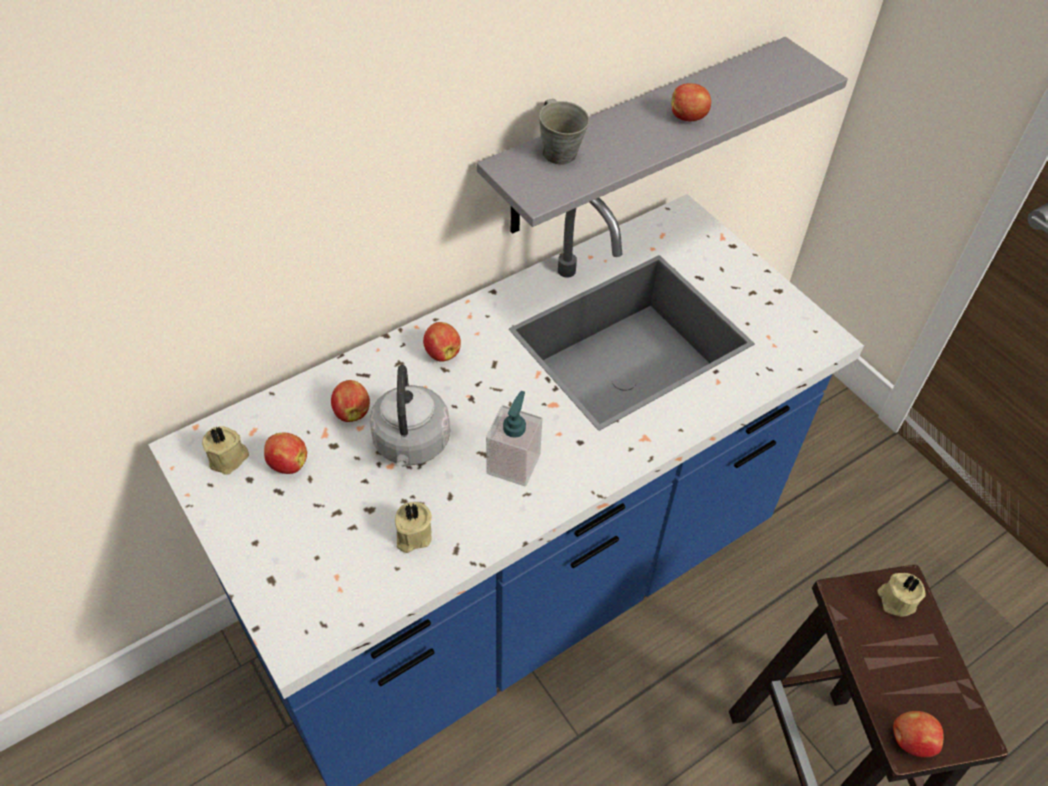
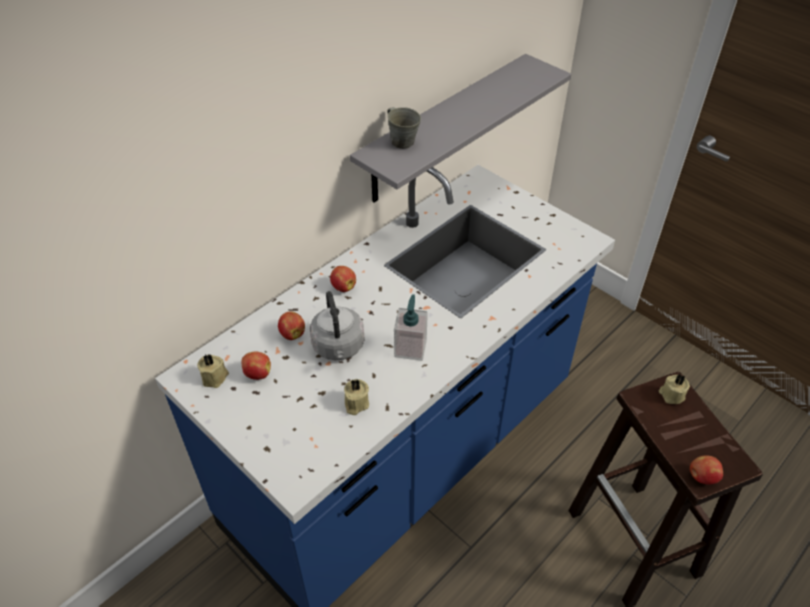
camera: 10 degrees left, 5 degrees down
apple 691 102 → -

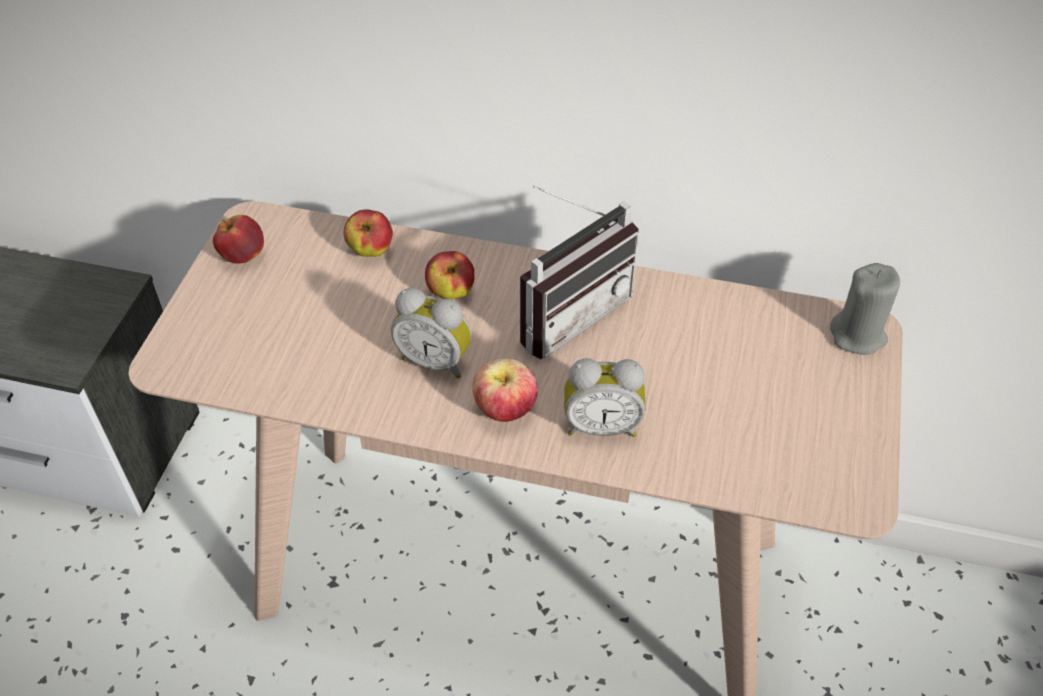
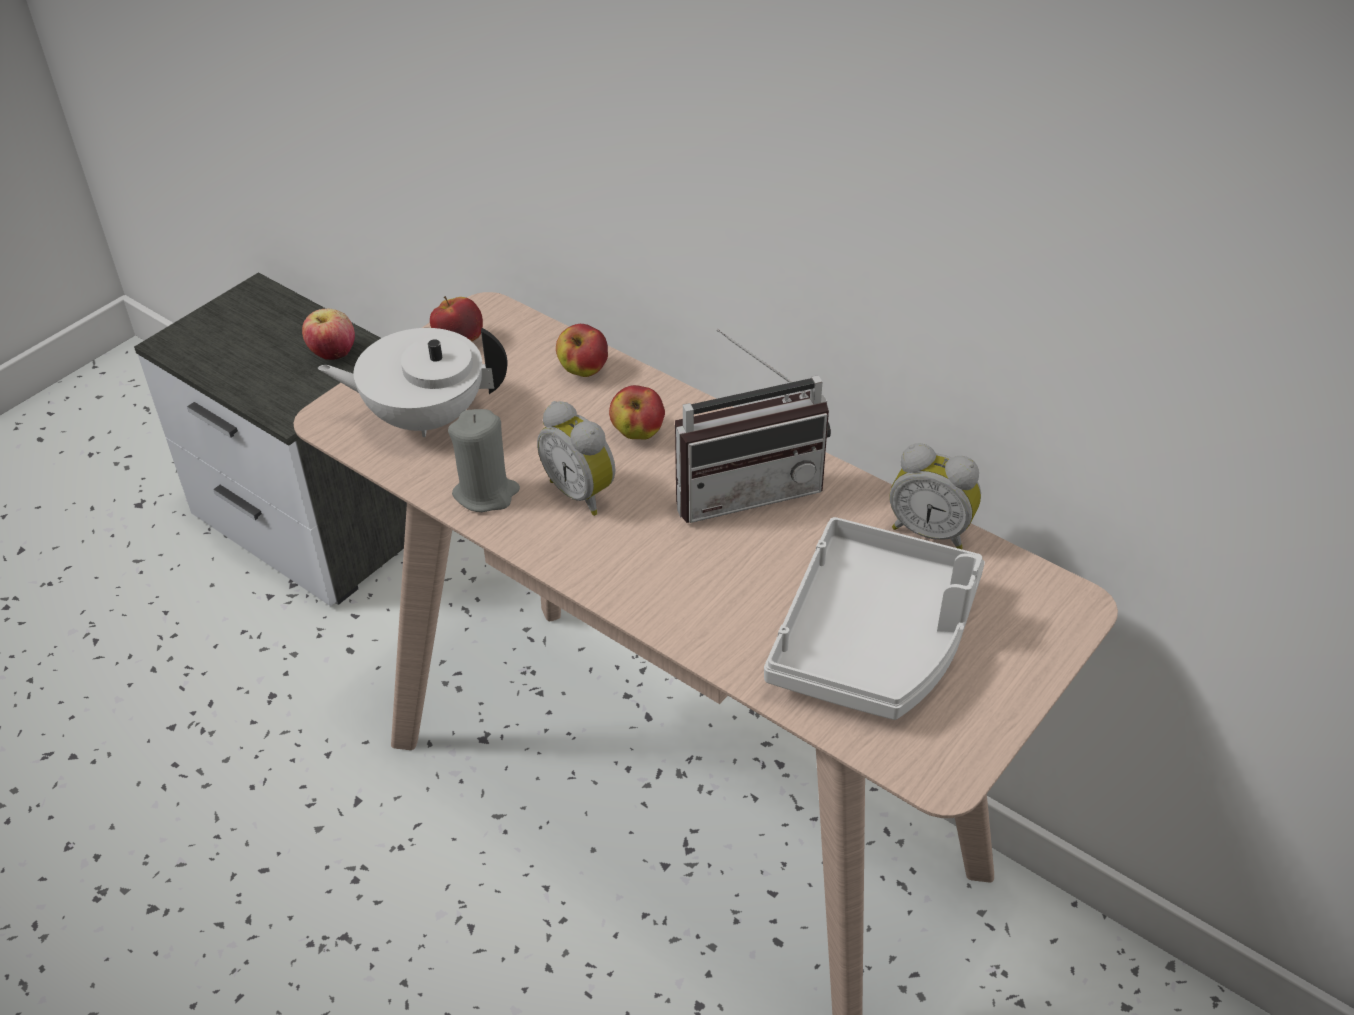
camera: 25 degrees right, 5 degrees down
- → whitish_tea_pot 413 382
- → gray_serving_tray 874 618
apple 505 390 → apple 328 334, shifted
bedside_clock 605 397 → bedside_clock 935 496, shifted
gray_wax_light 865 309 → gray_wax_light 484 460, shifted

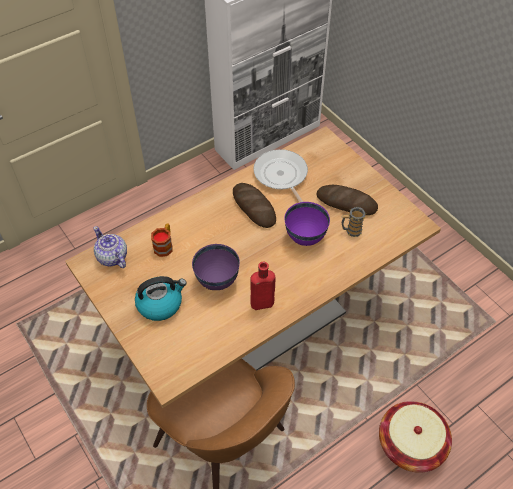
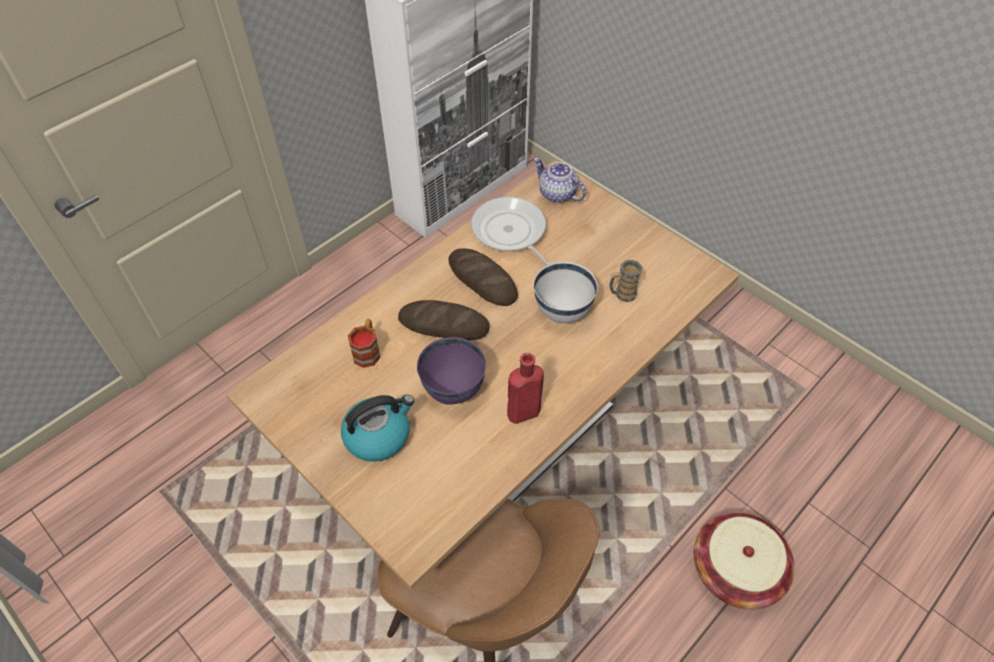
camera: 10 degrees left, 0 degrees up
tea_pot 110 247 → tea_pot 560 180, shifted
bread 347 200 → bread 444 320, shifted
purplish_serving_bowl 307 224 → whitish_serving_bowl 565 292

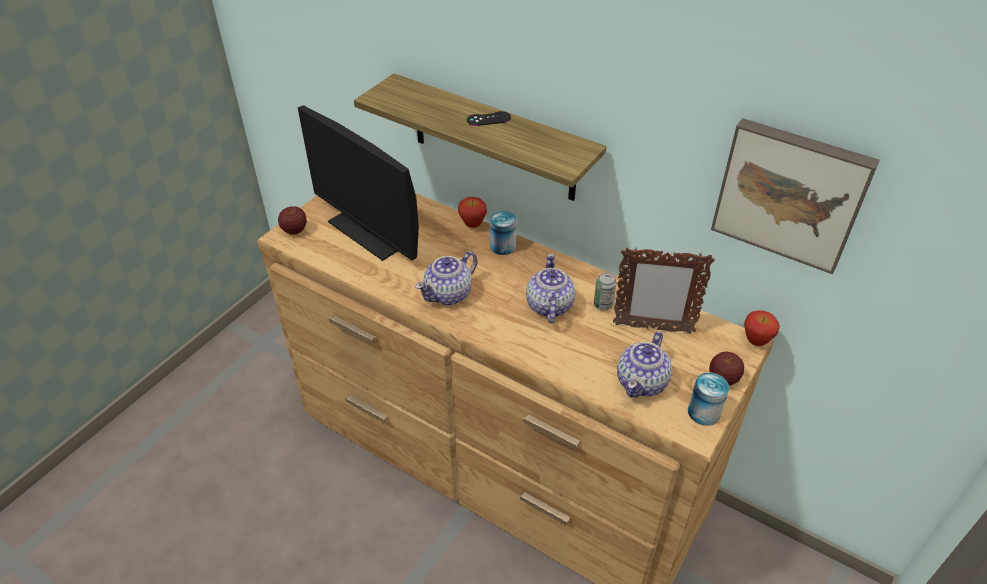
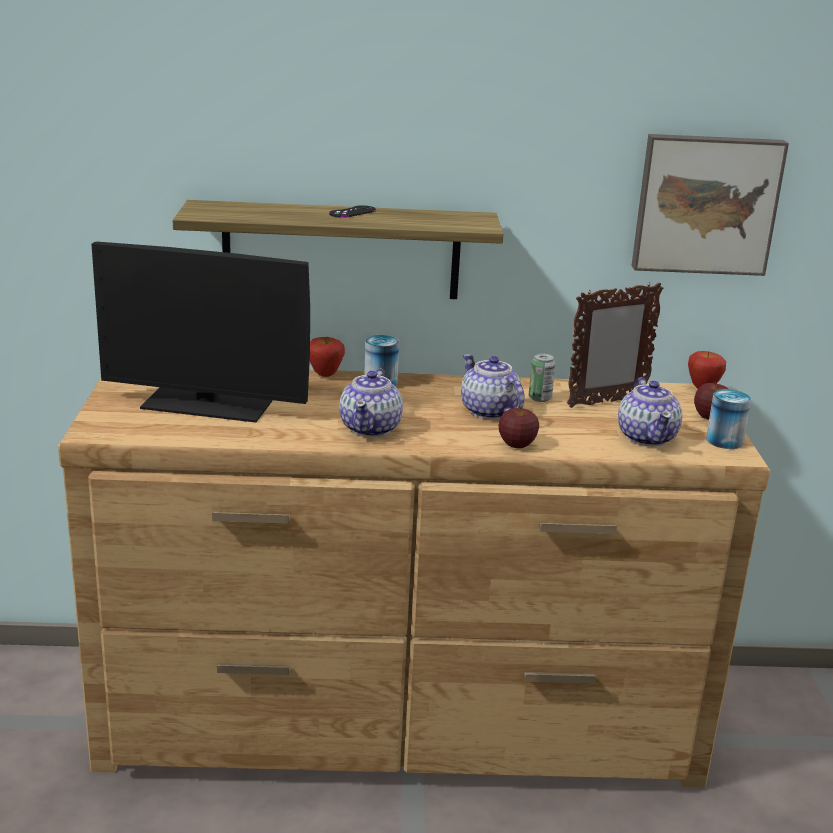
camera: 35 degrees left, 20 degrees down
apple 292 220 → apple 519 427, shifted

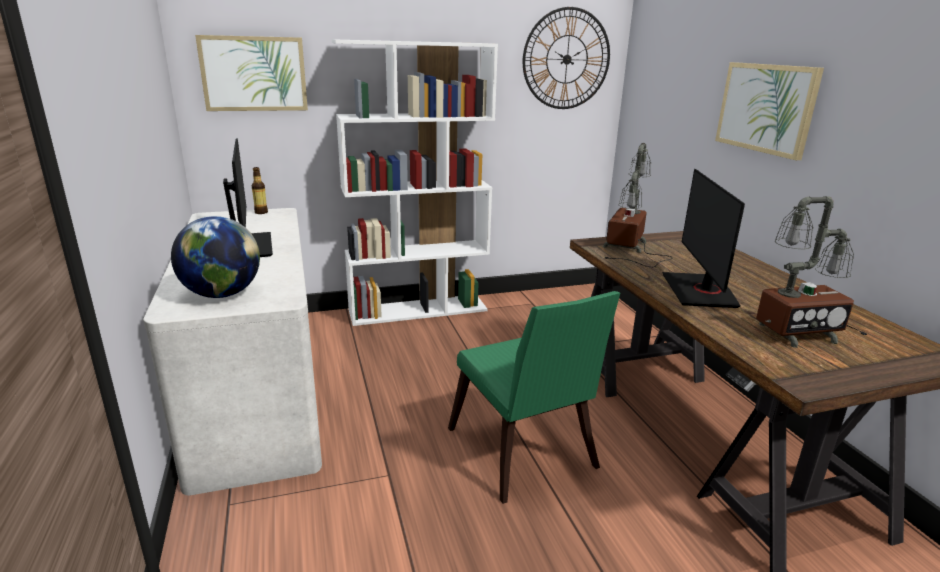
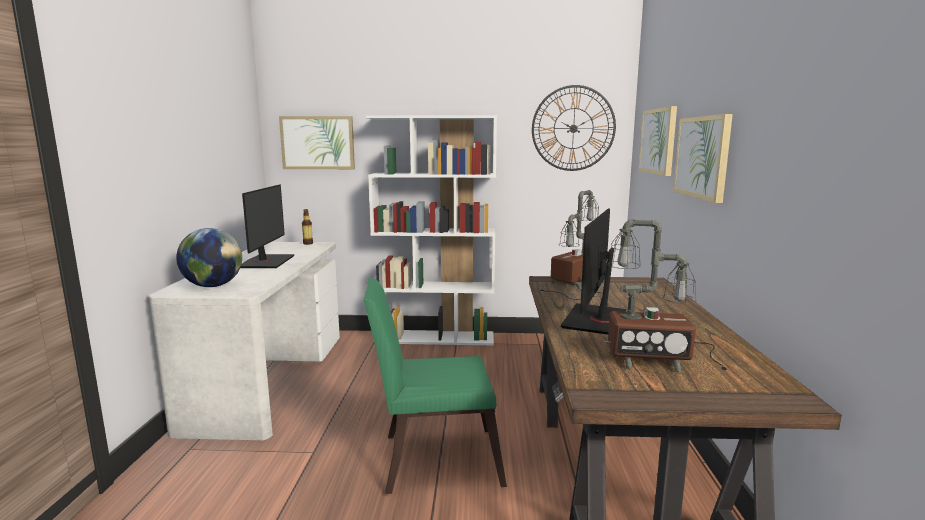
camera: 20 degrees right, 10 degrees down
- → wall_art 657 141
greenish_chair 534 397 → greenish_chair 435 386, 90 degrees clockwise

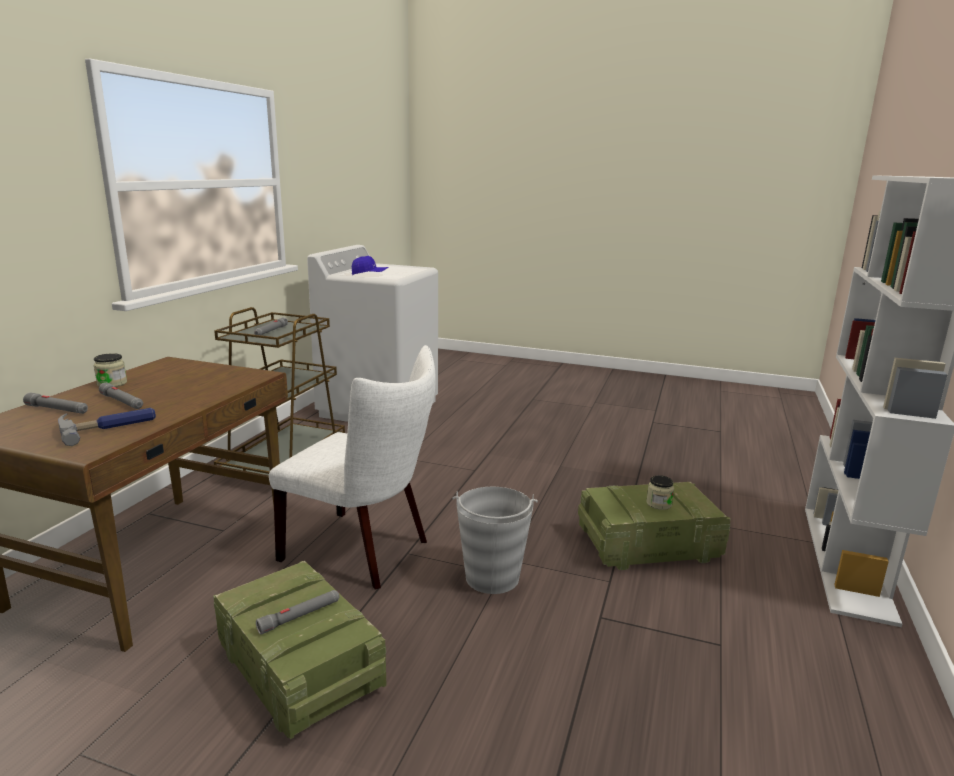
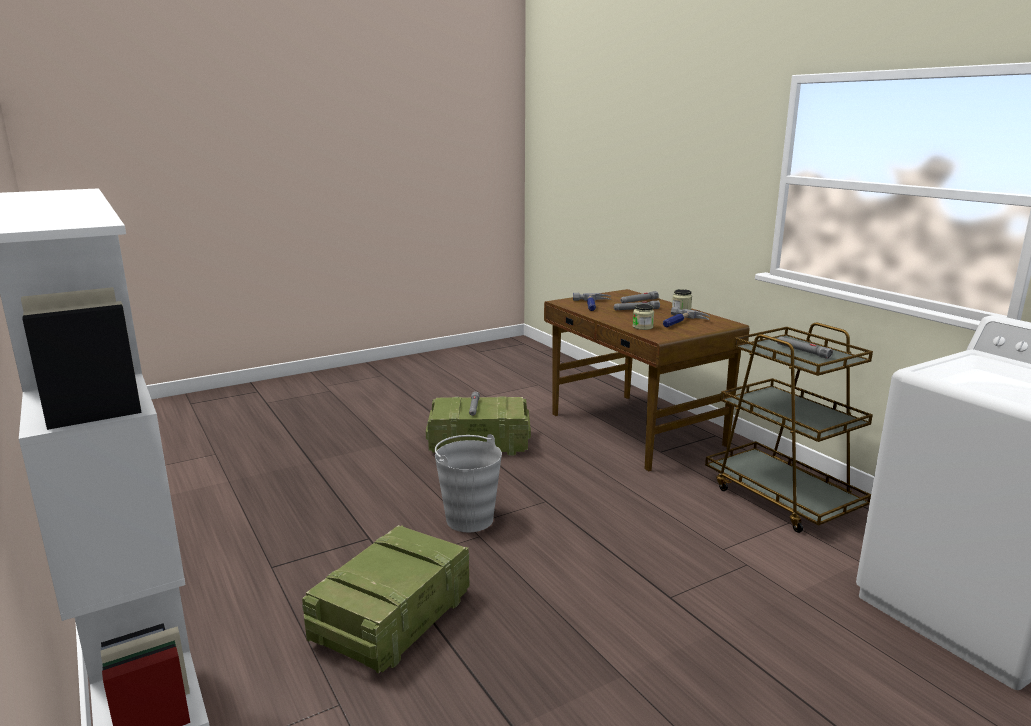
camera: 130 degrees right, 0 degrees up
whitish_chair 352 467 → -
blue_baseball_cap 370 265 → -
- → tool_hammer 686 317
preserve_jar 660 492 → preserve_jar 643 317, shifted

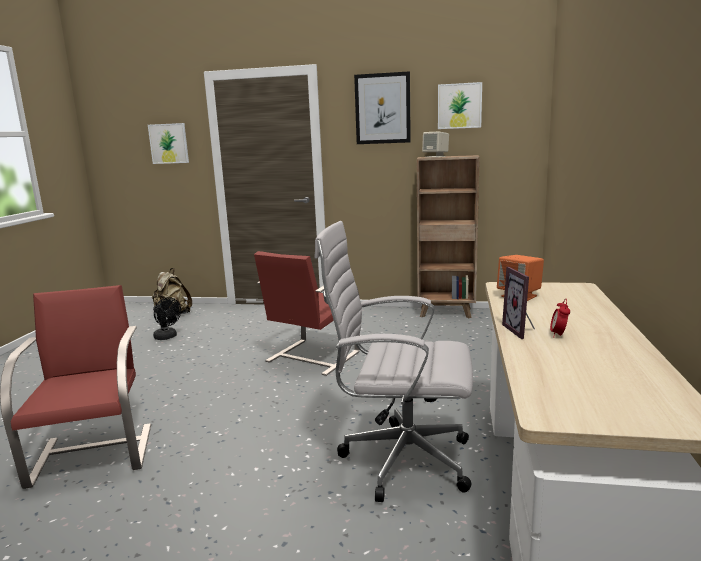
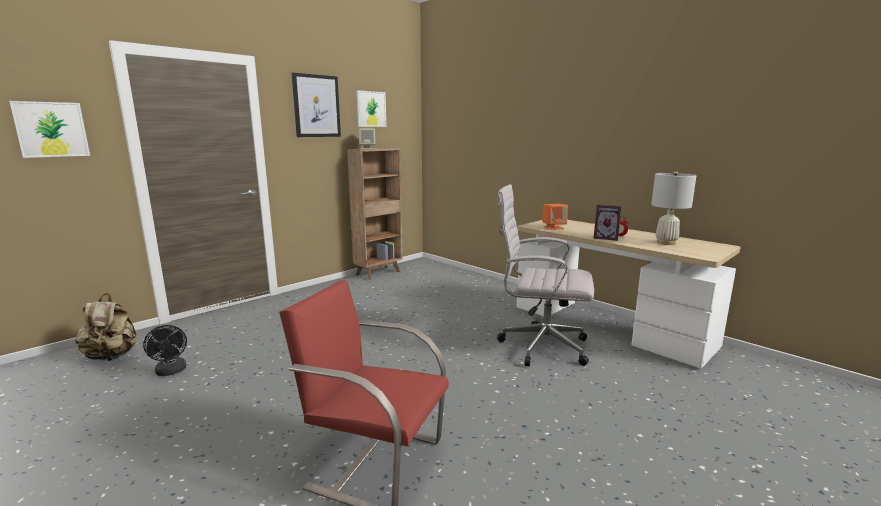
camera: 55 degrees left, 0 degrees up
red_chair 307 313 → -
- → whitish_lamp_for_a_table 674 208
black-coloured_electric_fan 167 318 → black-coloured_electric_fan 165 350, 75 degrees clockwise
whitish_desk_chair 393 361 → whitish_desk_chair 545 275, 60 degrees clockwise

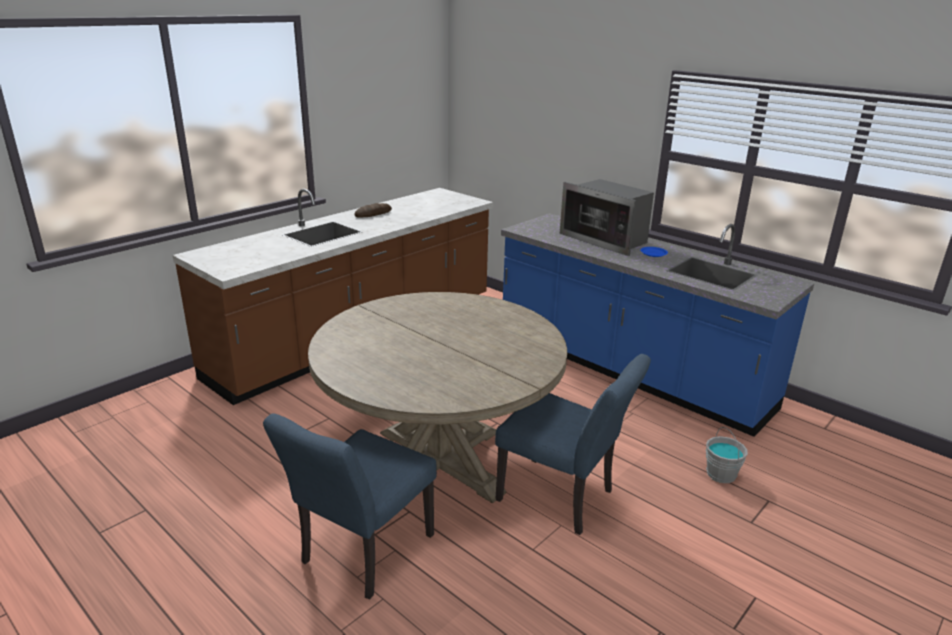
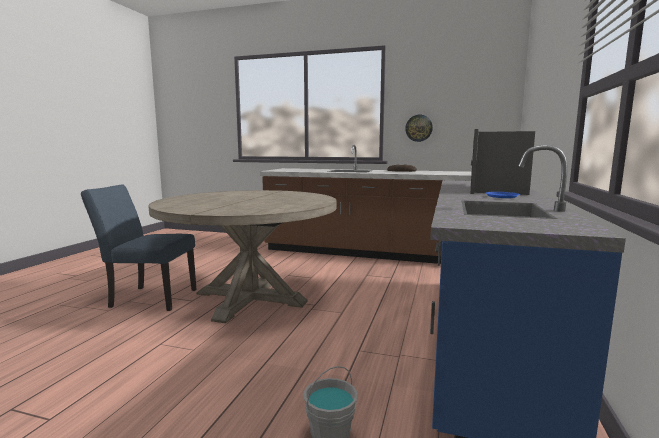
camera: 65 degrees right, 15 degrees down
blue_chair 573 444 → -
- → wall_clock 419 128

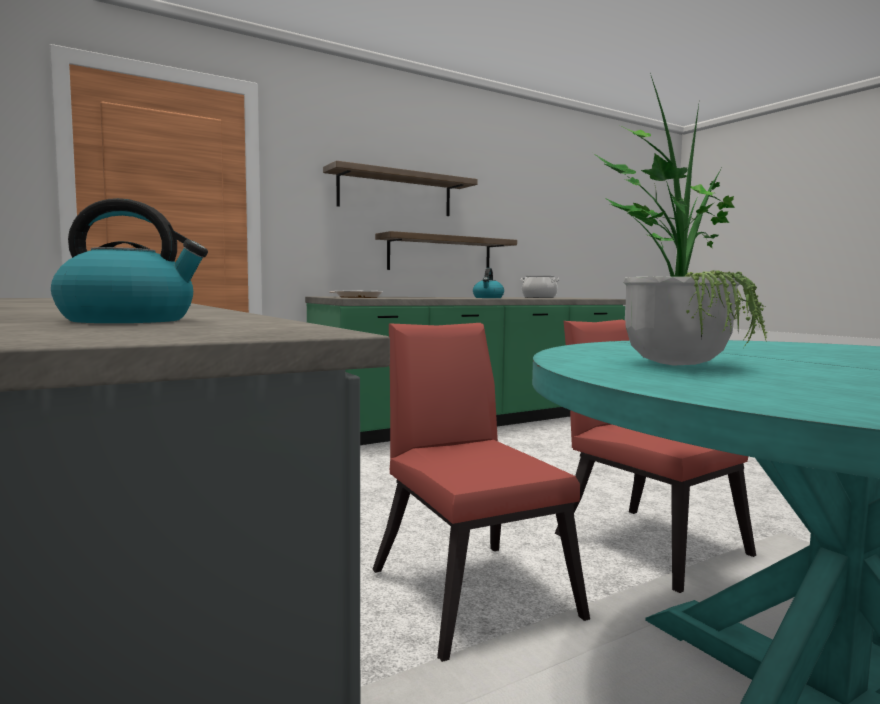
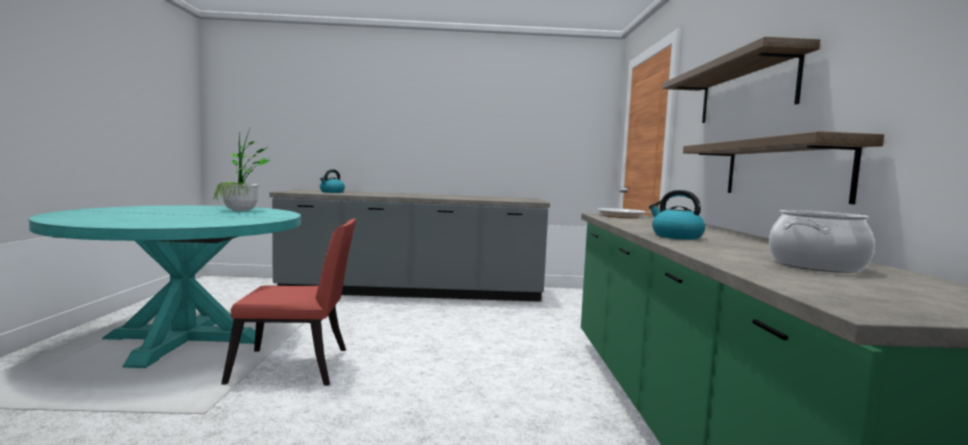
camera: 120 degrees right, 0 degrees up
red_chair 481 492 → -

